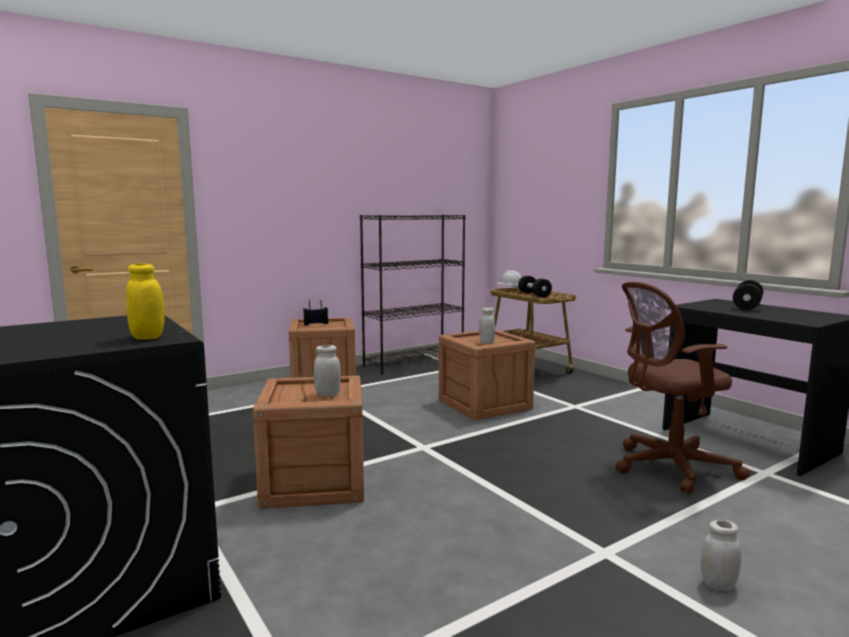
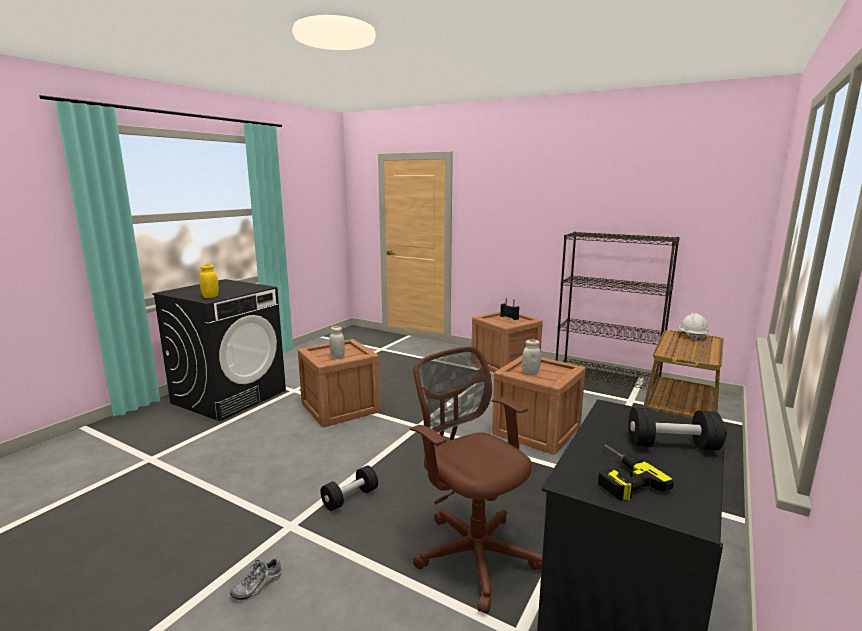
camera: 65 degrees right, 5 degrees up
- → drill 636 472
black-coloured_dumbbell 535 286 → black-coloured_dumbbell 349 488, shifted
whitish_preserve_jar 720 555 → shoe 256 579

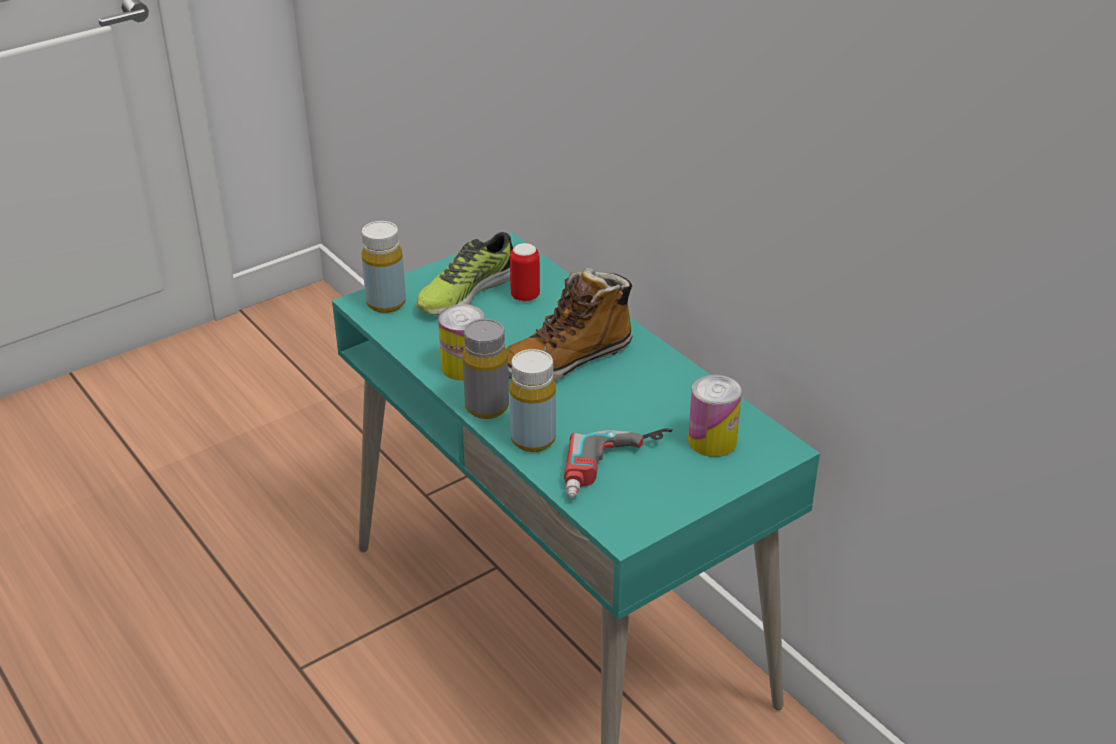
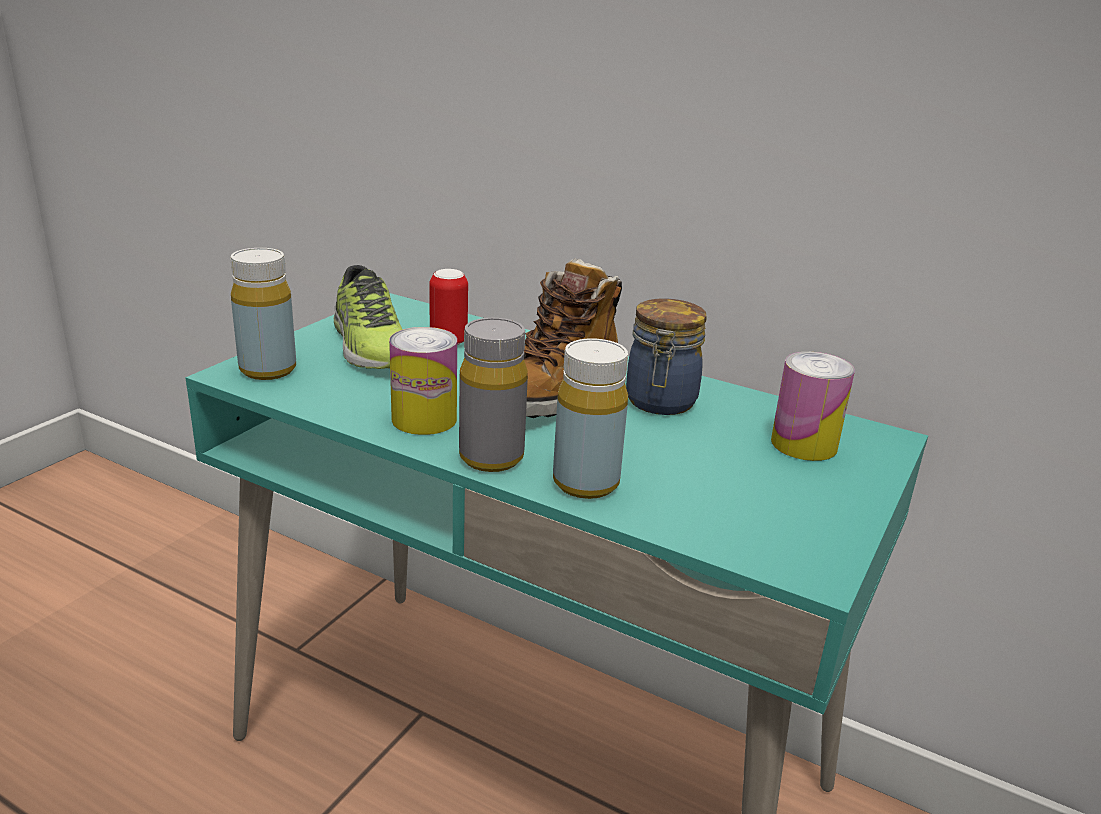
camera: 25 degrees left, 10 degrees down
drill 618 463 → -
- → preserve_jar 666 356
shoe 464 273 → shoe 368 317, 45 degrees counterclockwise

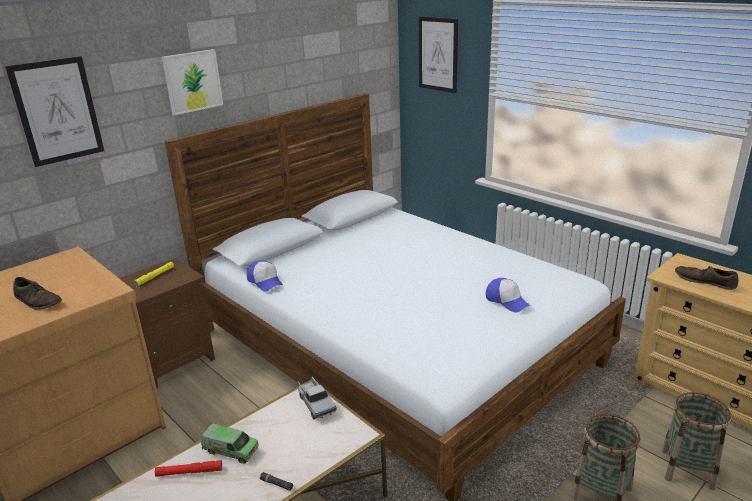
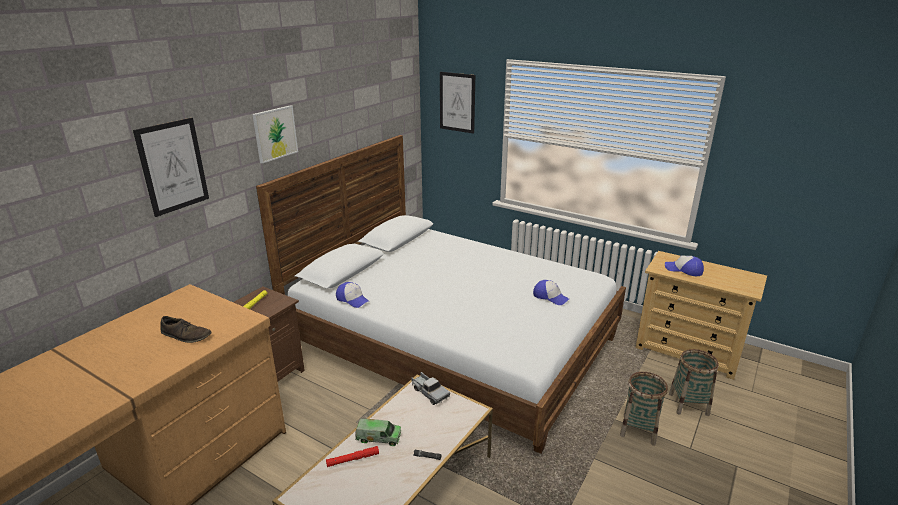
camera: 15 degrees left, 0 degrees up
brownish_shoe 707 277 → baseball_cap 684 266

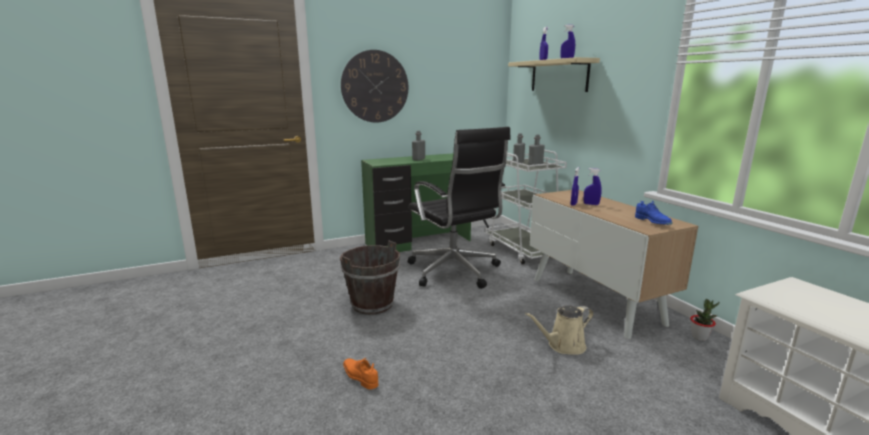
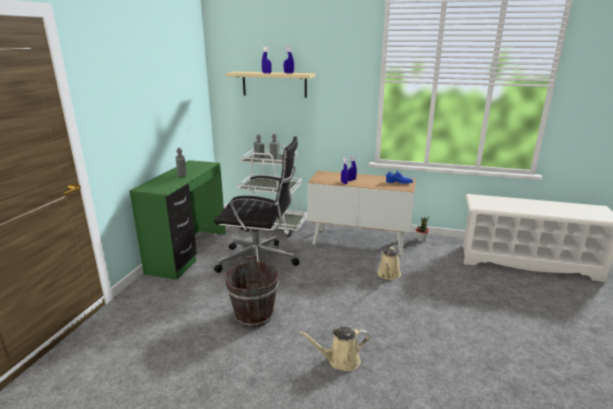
camera: 50 degrees left, 5 degrees up
wall_clock 374 86 → -
orange-coloured_shoe 360 373 → beige_watering_pot 334 349

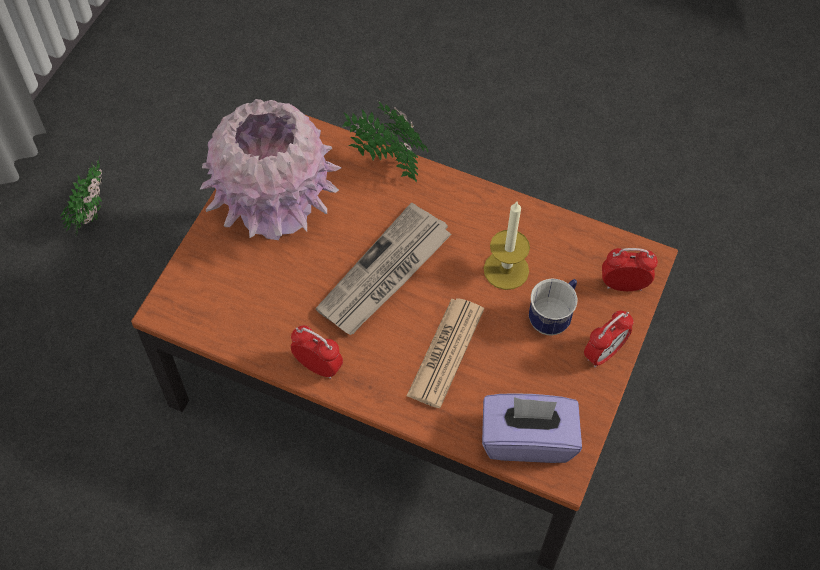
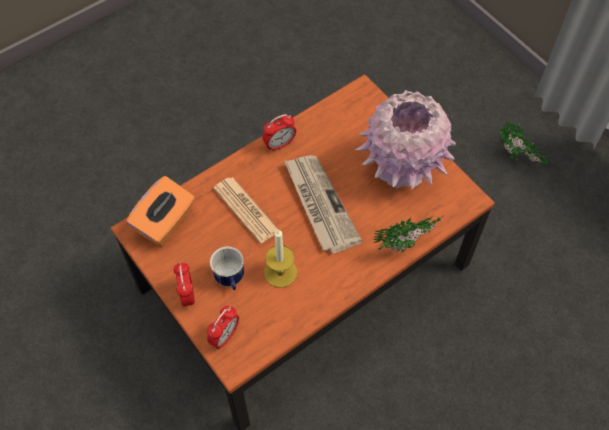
camera: 120 degrees right, 0 degrees up
purplish_tissue_box 532 428 → orange-coloured_tissue_box 160 211

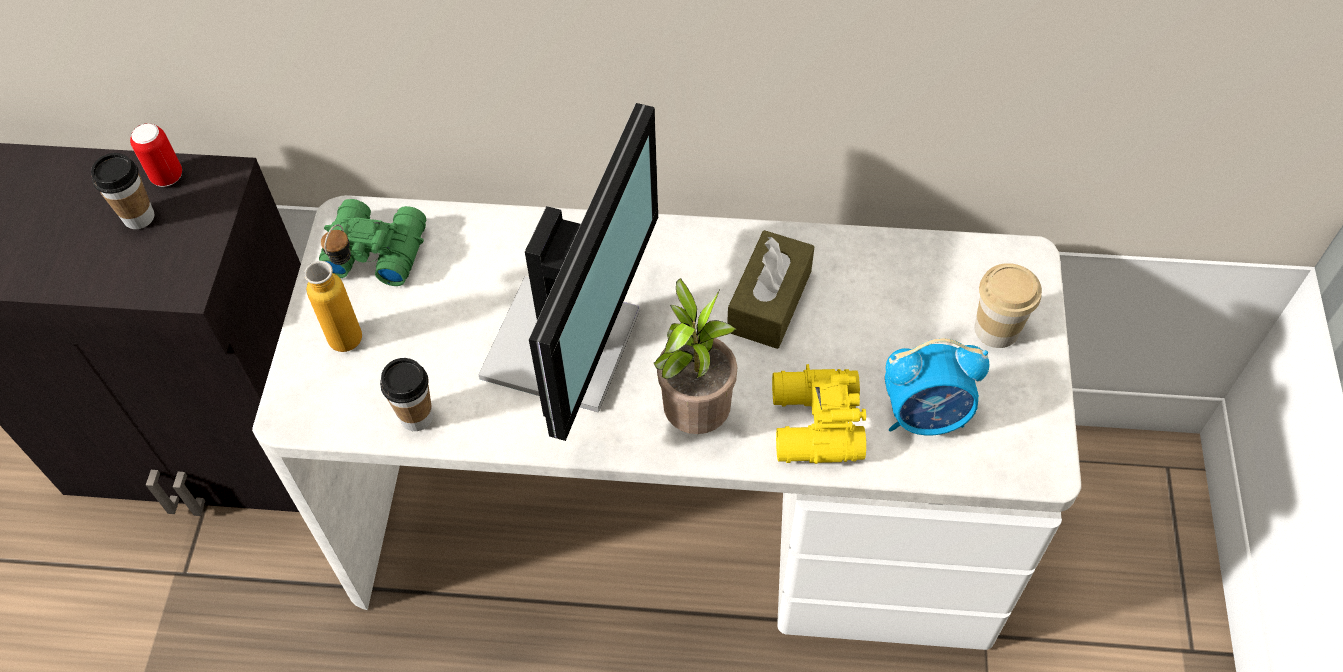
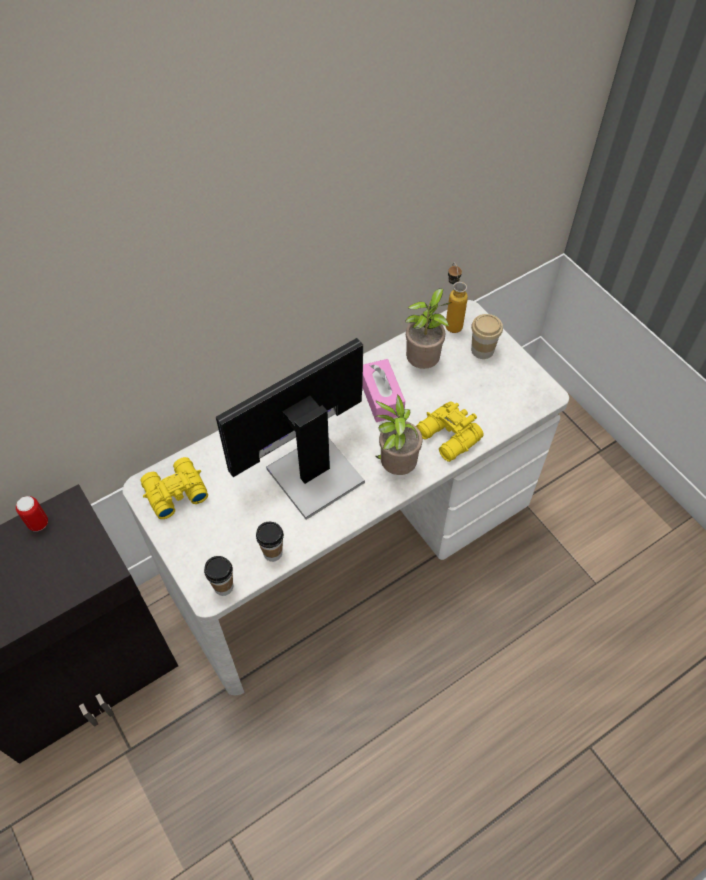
camera: 40 degrees left, 0 degrees up
bedside_clock 937 387 → -
- → potted_plant 428 328
cup 122 191 → cup 218 576, shifted
bottle 333 288 → bottle 457 298, shifted
greenish_binoculars 372 242 → yellow-coloured_binoculars 174 488
brownish_tissue_box 771 289 → pinkish_tissue_box 384 390
computer_screen 568 272 → computer_screen 290 429, 105 degrees counterclockwise

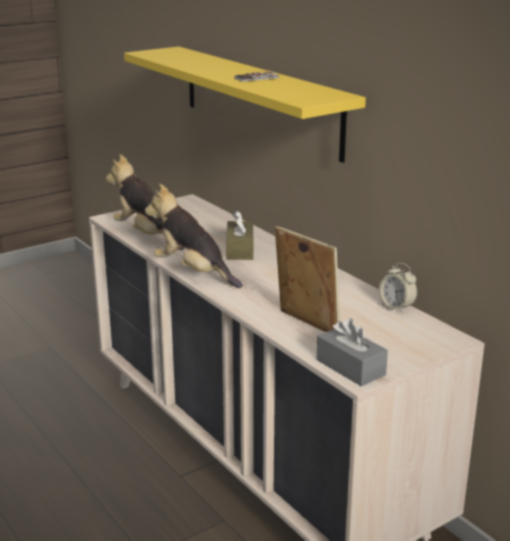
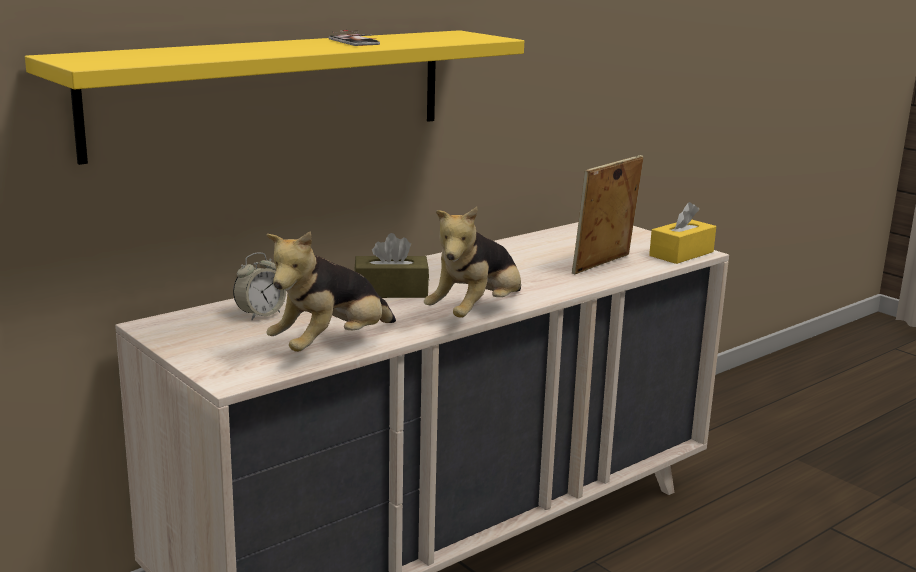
camera: 95 degrees left, 5 degrees down
bedside_clock 398 288 → bedside_clock 259 286, shifted
gray_tissue_box 352 352 → yellow-coloured_tissue_box 682 233

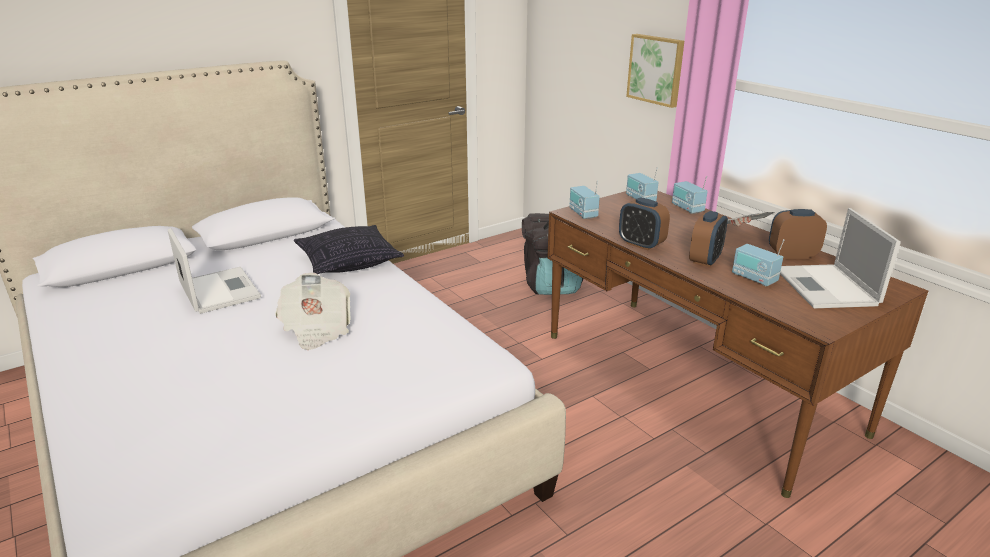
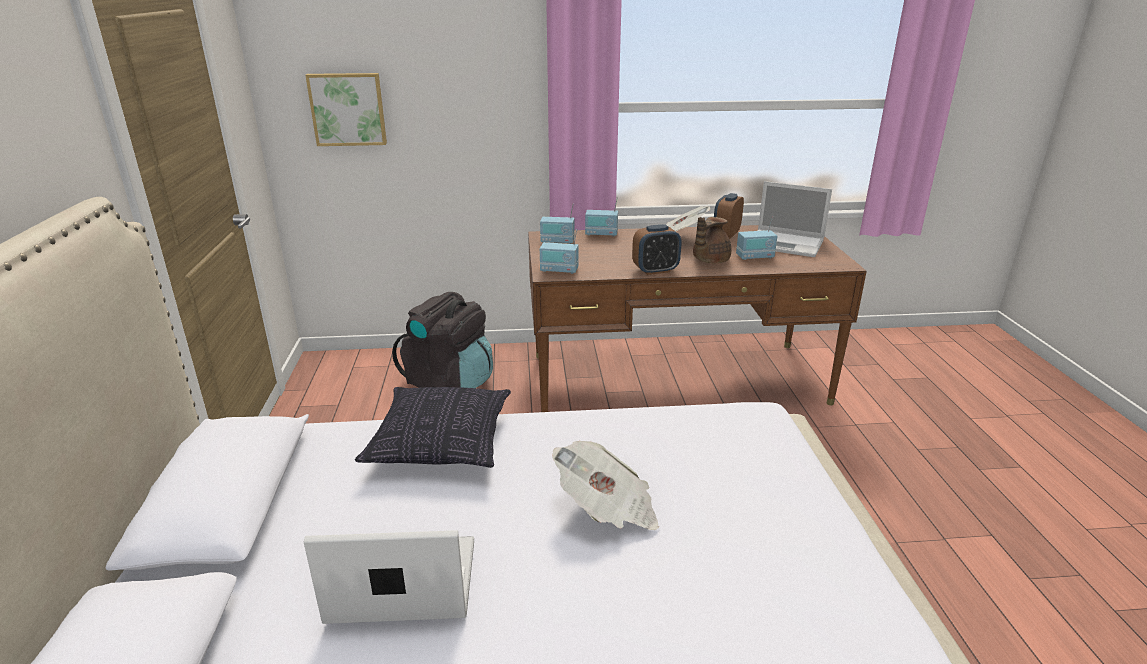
camera: 60 degrees left, 0 degrees up
wall_art 655 71 → wall_art 346 109, shifted
bedside_clock 708 239 → brownish_tea_pot 712 240

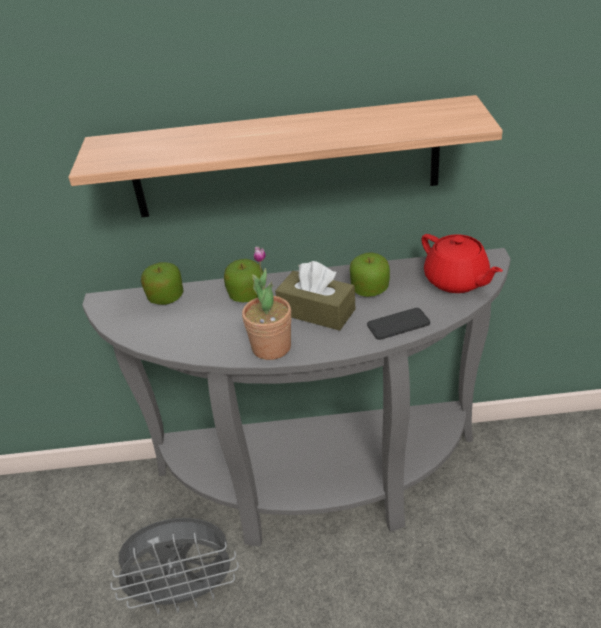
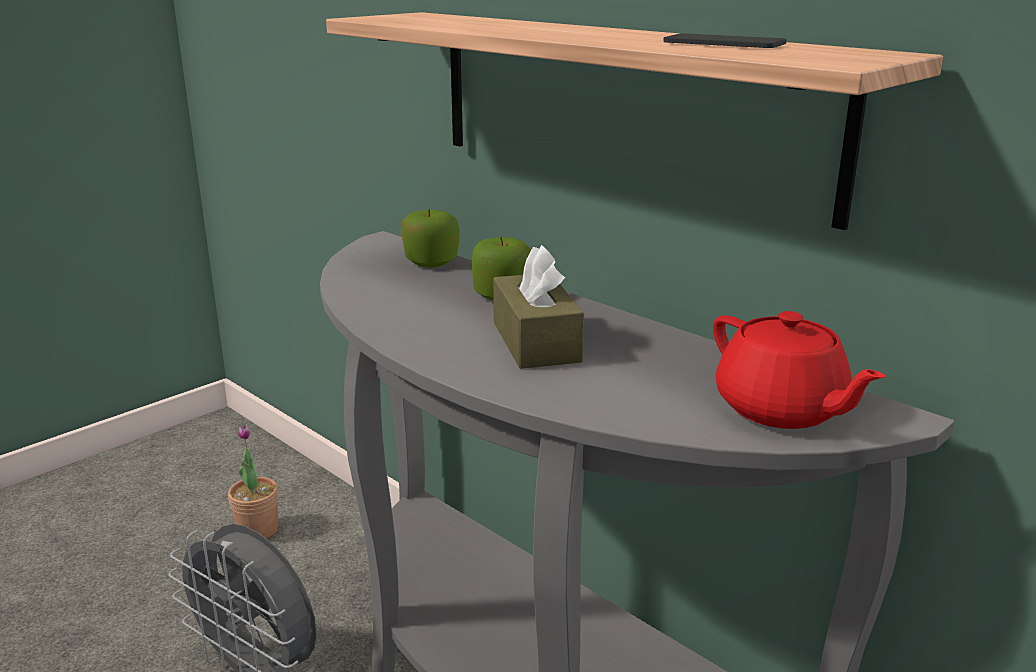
camera: 45 degrees right, 15 degrees down
apple 370 274 → -
potted_plant 266 303 → potted_plant 253 481, shifted
handset 398 324 → handset 725 41, shifted
red_tea_pot 462 263 → red_tea_pot 799 370, 45 degrees counterclockwise

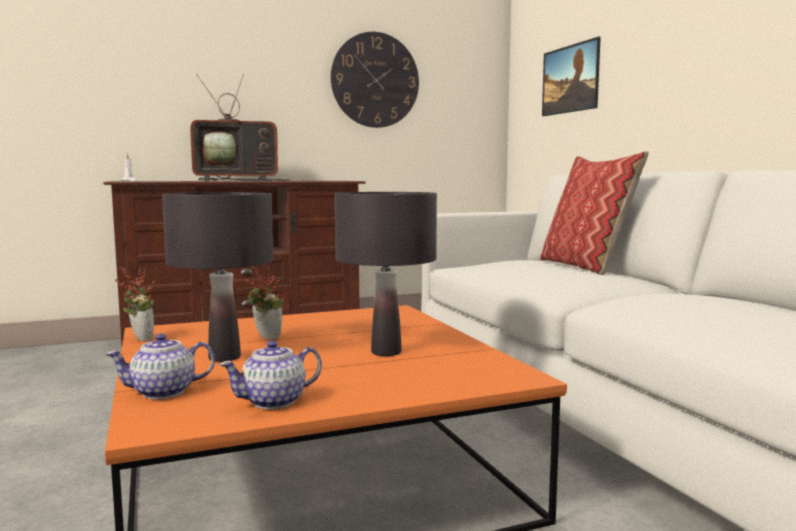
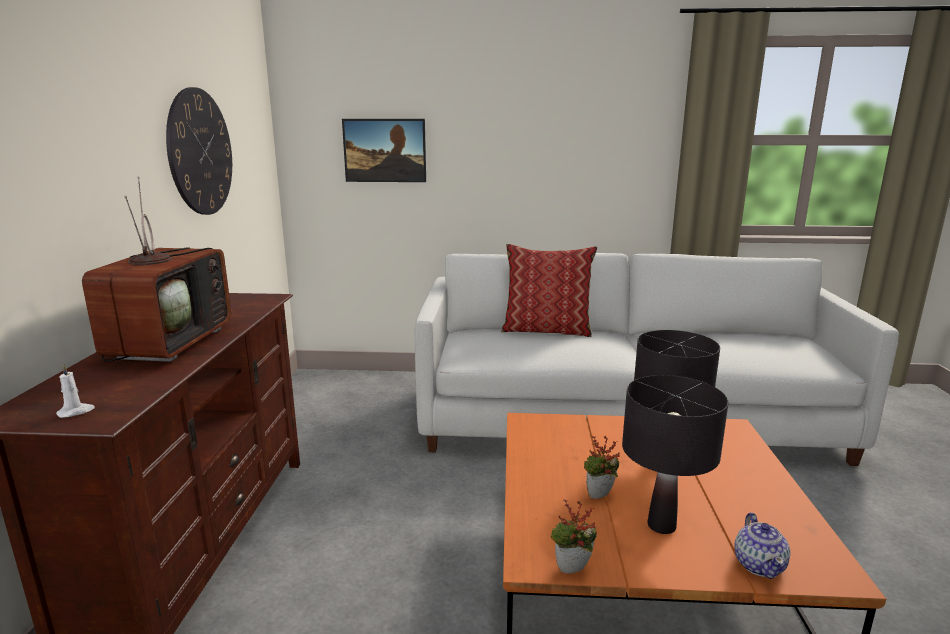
camera: 65 degrees left, 10 degrees up
tea_pot 270 374 → -

